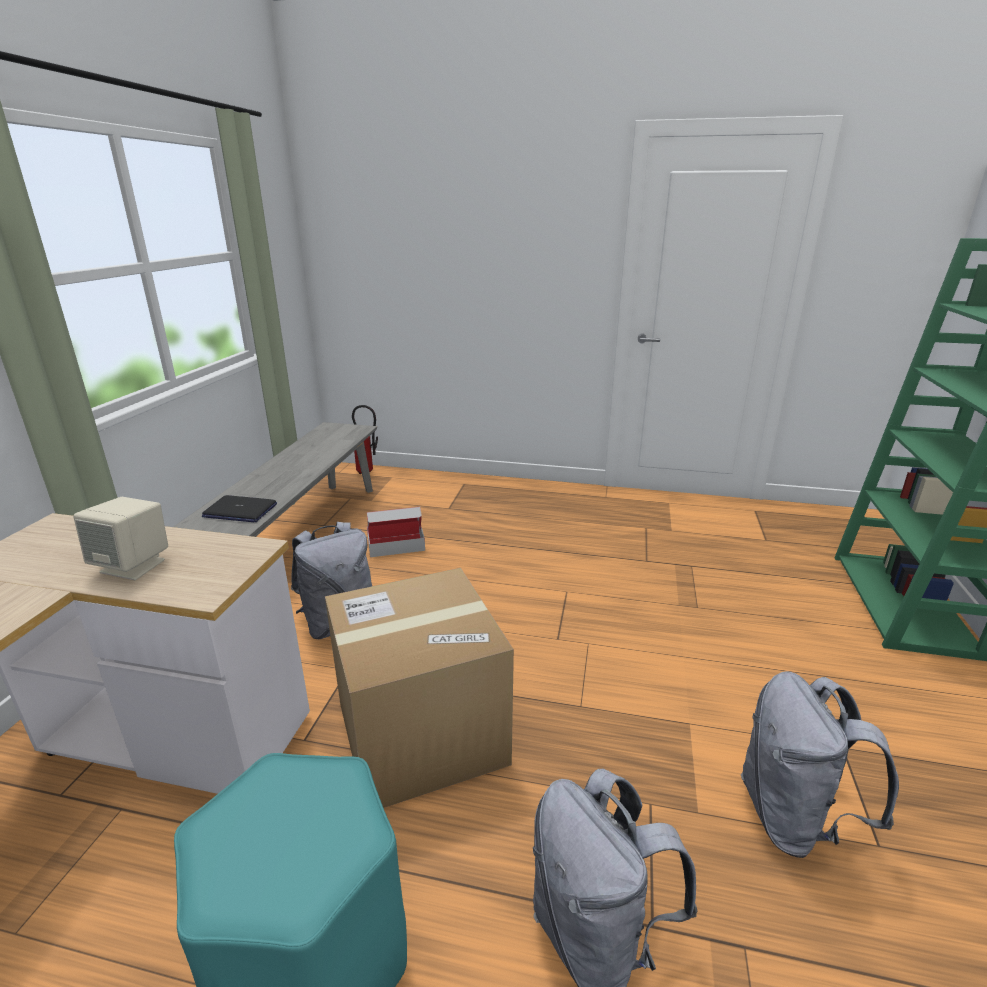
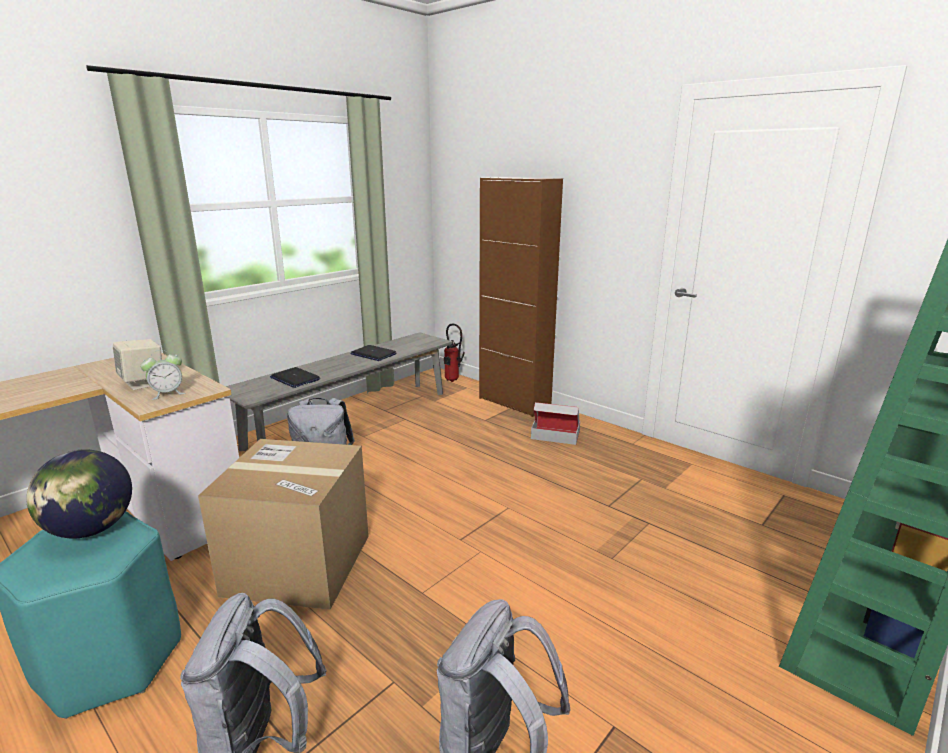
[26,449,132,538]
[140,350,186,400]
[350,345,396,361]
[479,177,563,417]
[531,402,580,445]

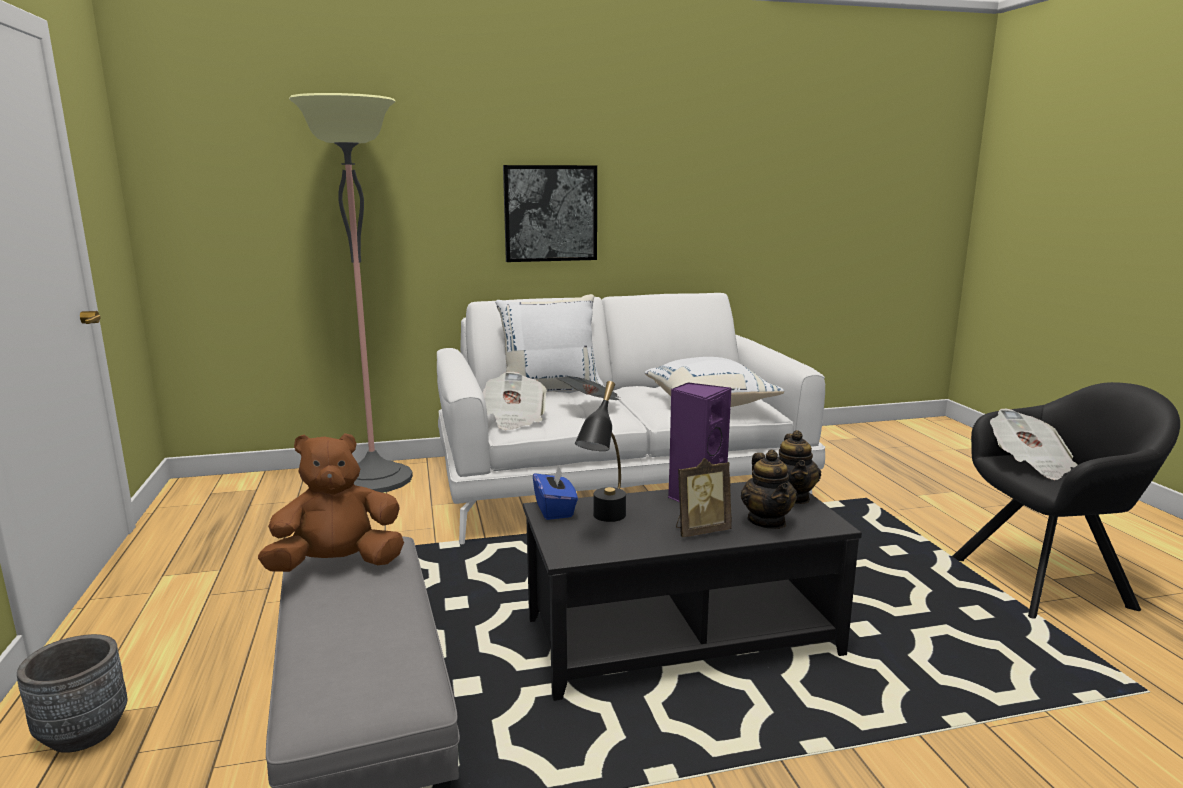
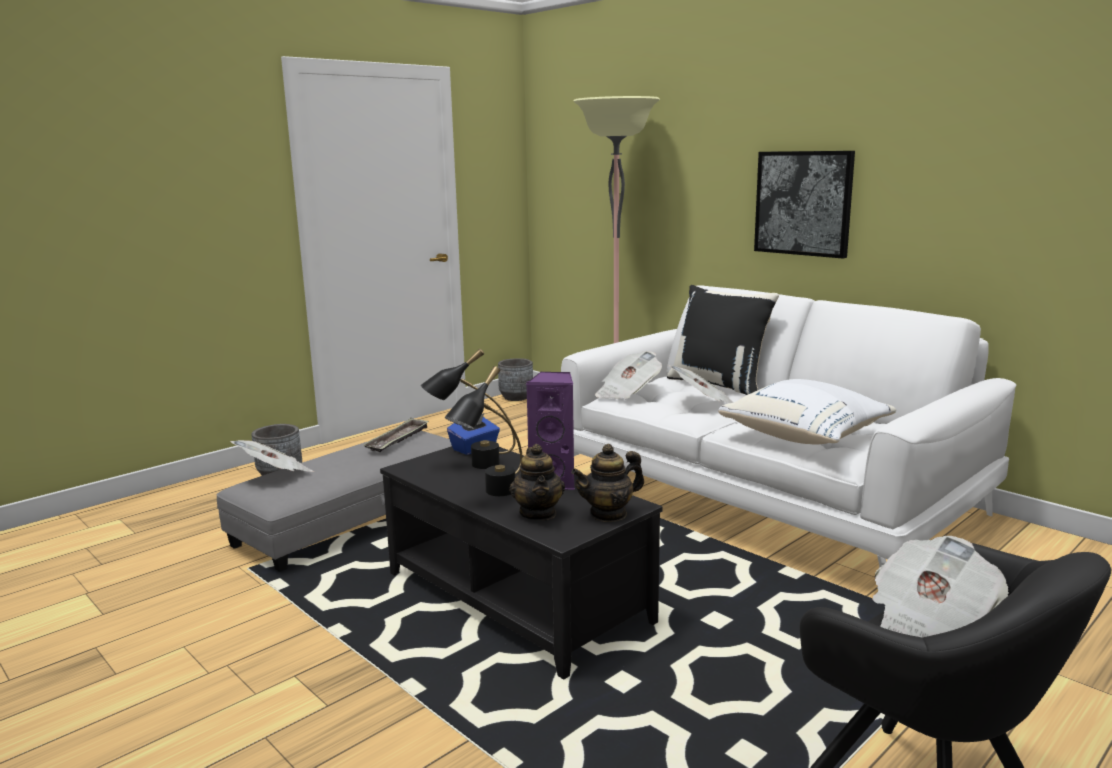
[230,440,314,472]
[498,358,533,401]
[363,418,429,452]
[445,366,523,496]
[667,285,779,395]
[509,444,565,521]

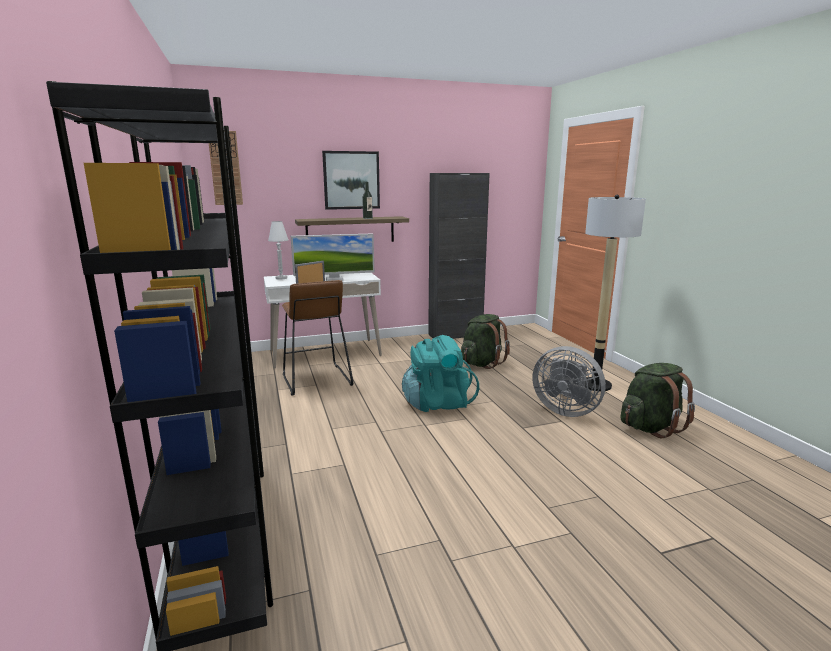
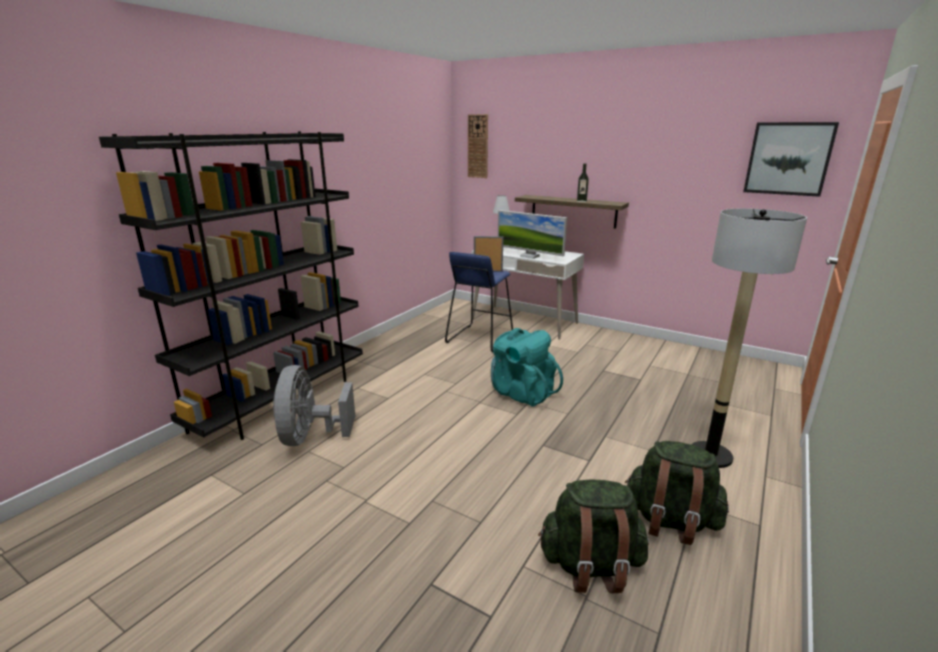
[428,173,490,339] (first image)
[743,122,839,197]
[538,479,649,593]
[273,365,355,446]
[445,252,513,352]

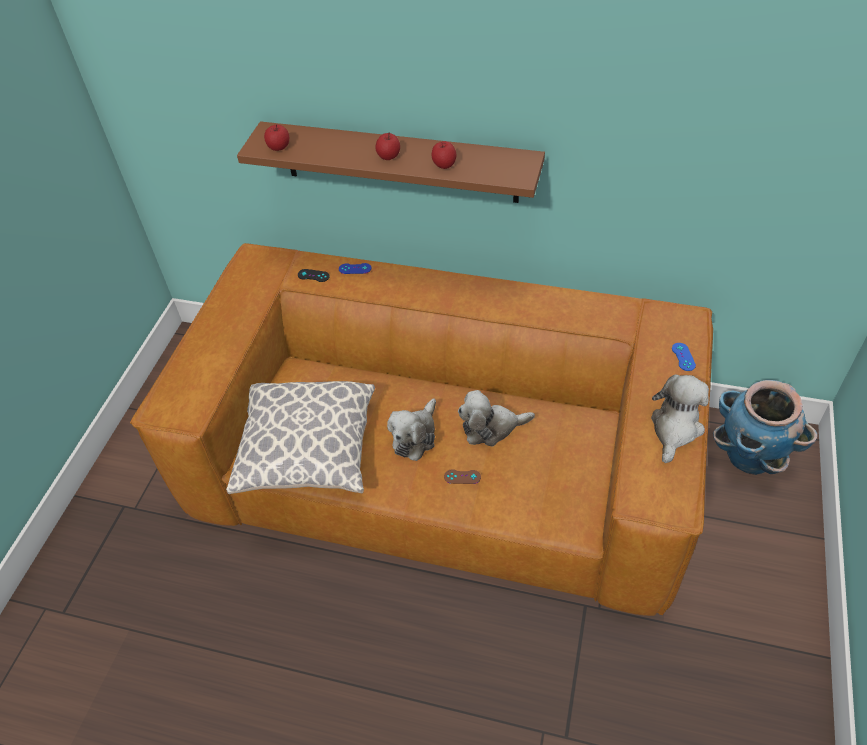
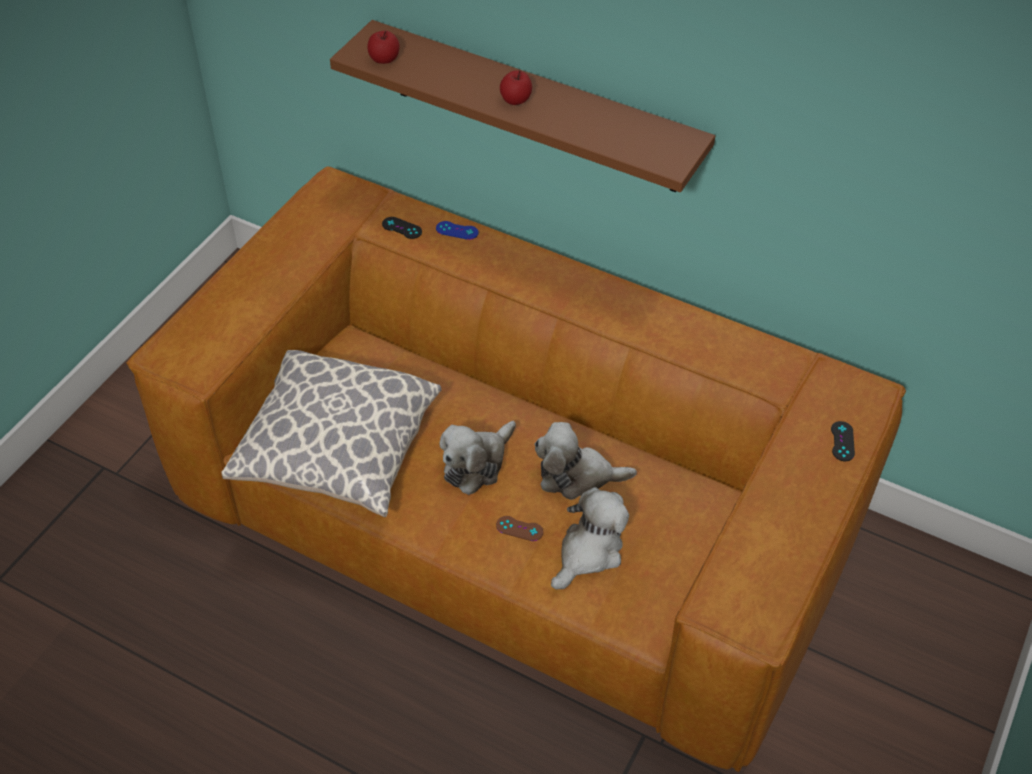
[432,141,456,169] (first image)
[713,380,817,475] (first image)
[551,487,629,589]
[831,421,855,461]

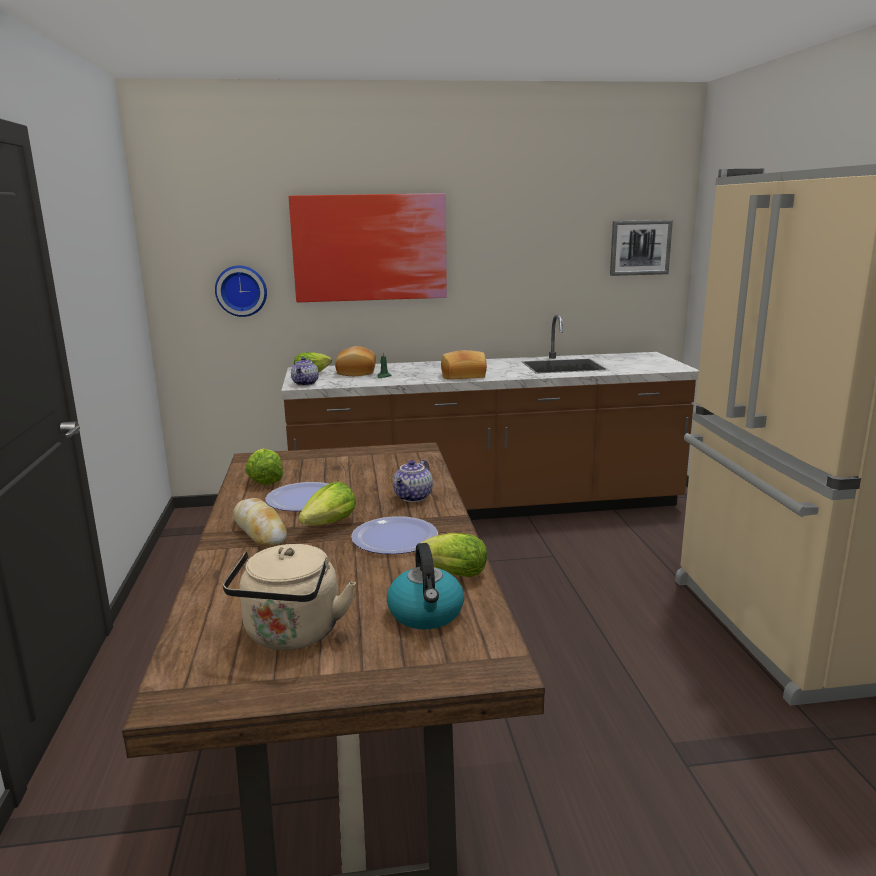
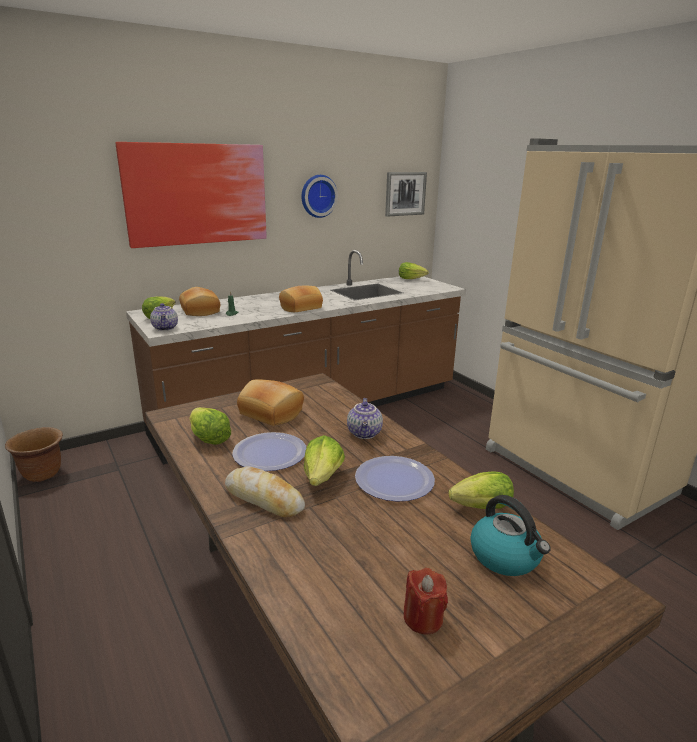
[5,427,63,482]
[237,379,304,426]
[399,262,429,279]
[301,175,338,218]
[404,568,448,635]

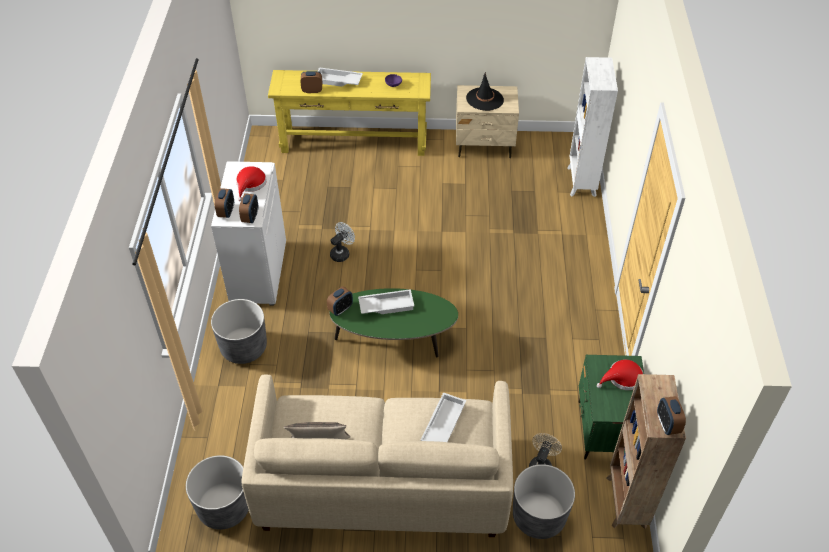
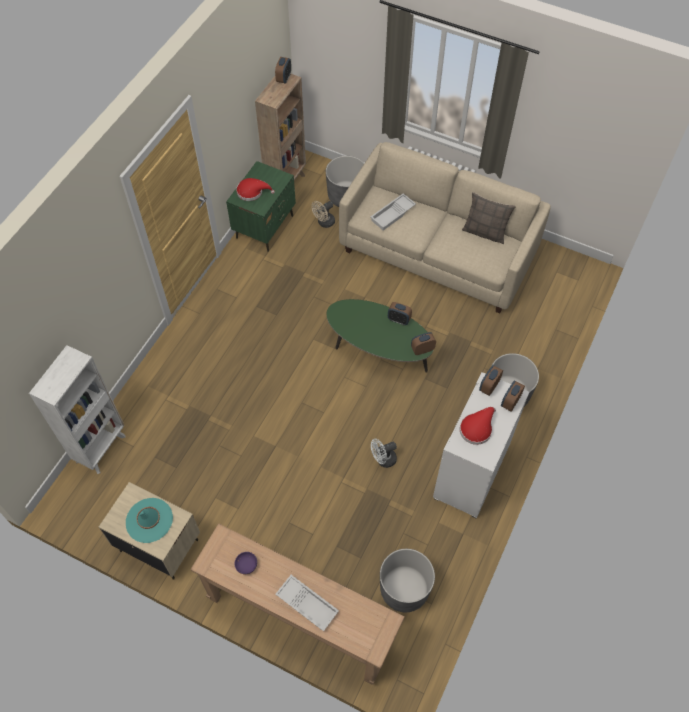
[358,289,414,314] (first image)
[380,549,435,612]
[388,302,412,325]
[191,523,405,684]
[126,498,173,543]

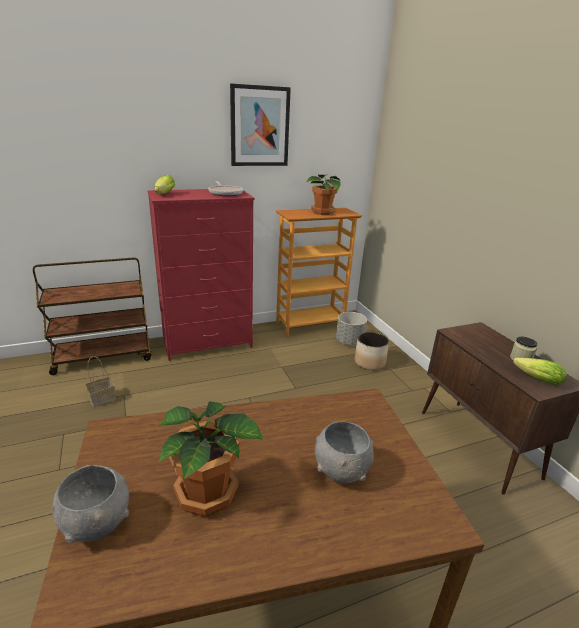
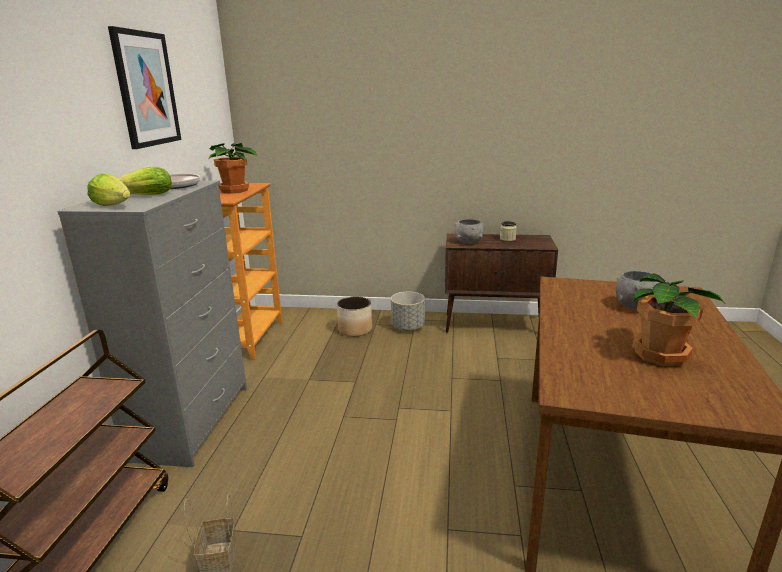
[454,219,483,244]
[391,292,425,330]
[117,167,172,195]
[57,180,247,467]

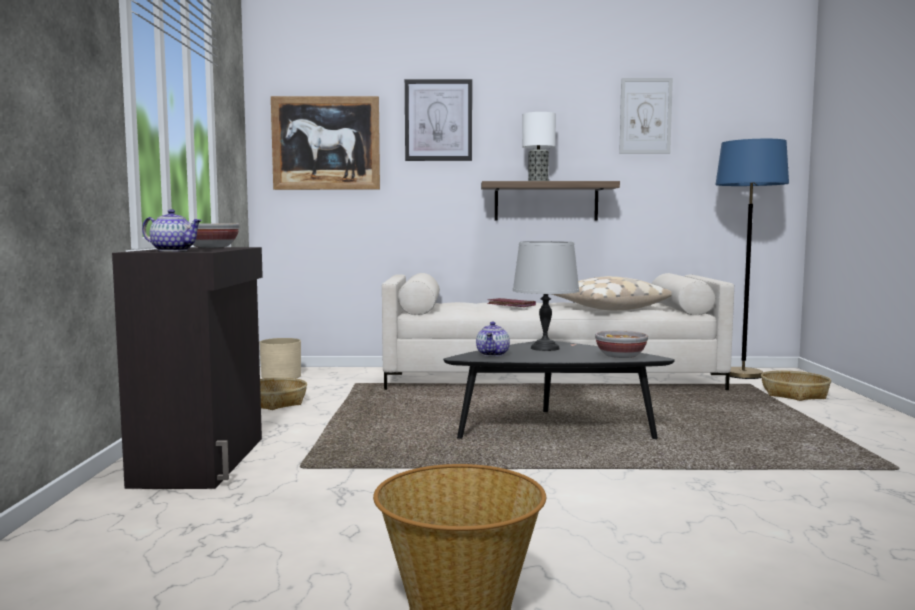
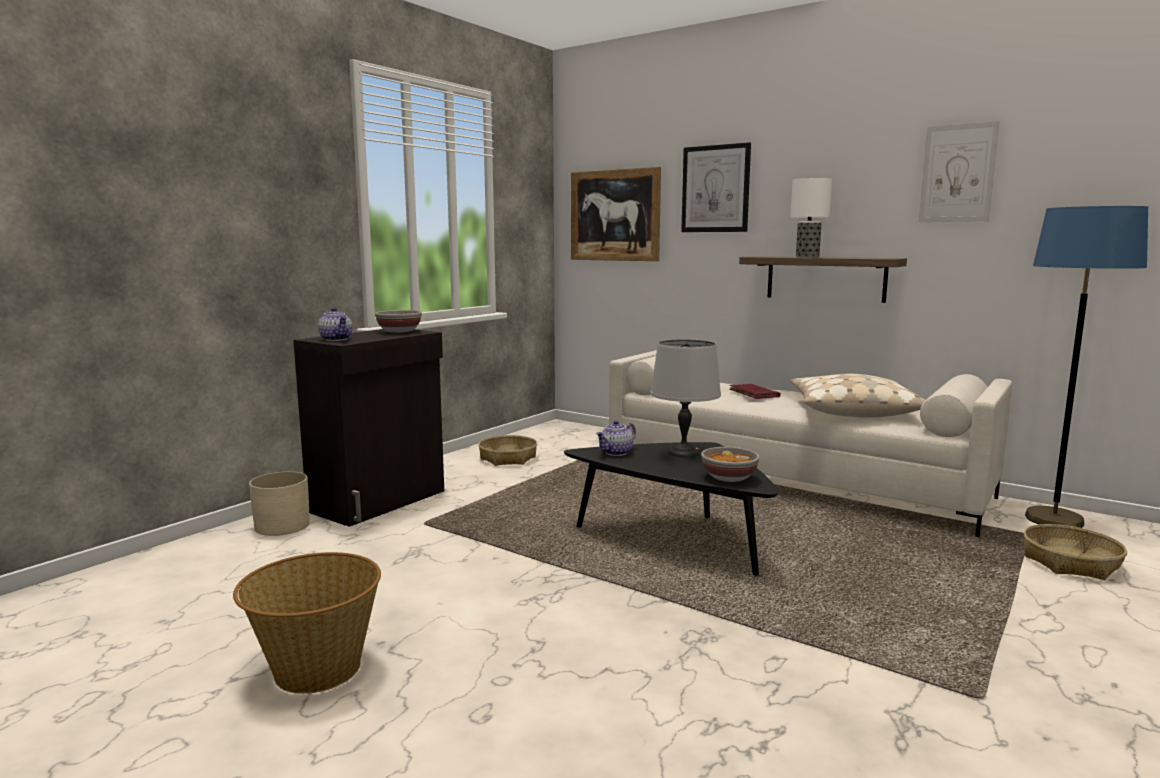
[249,471,310,536]

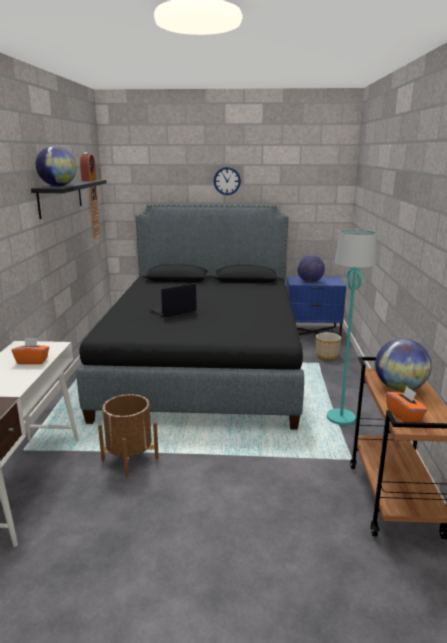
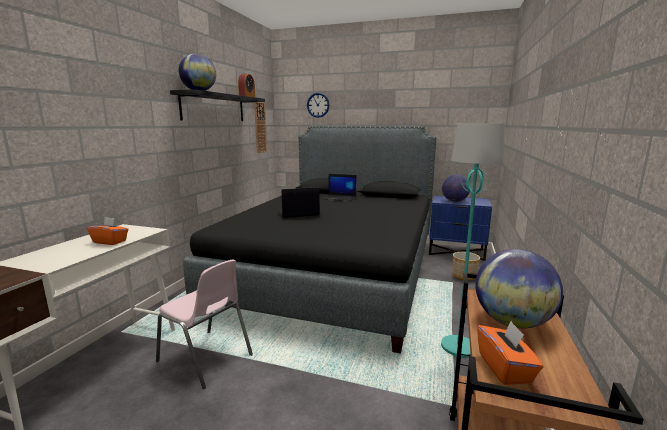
[321,174,357,202]
[307,93,329,118]
[156,259,253,389]

